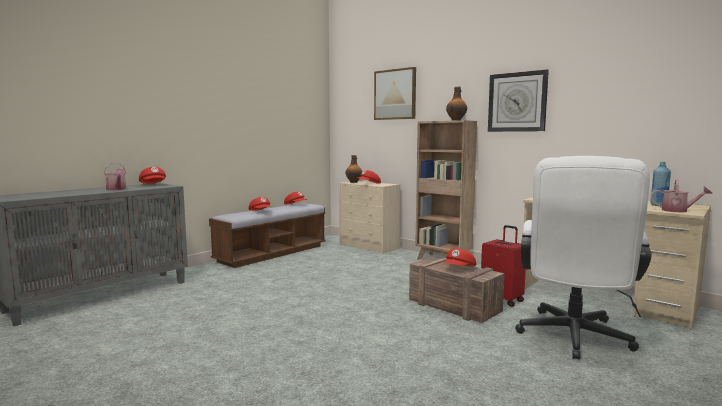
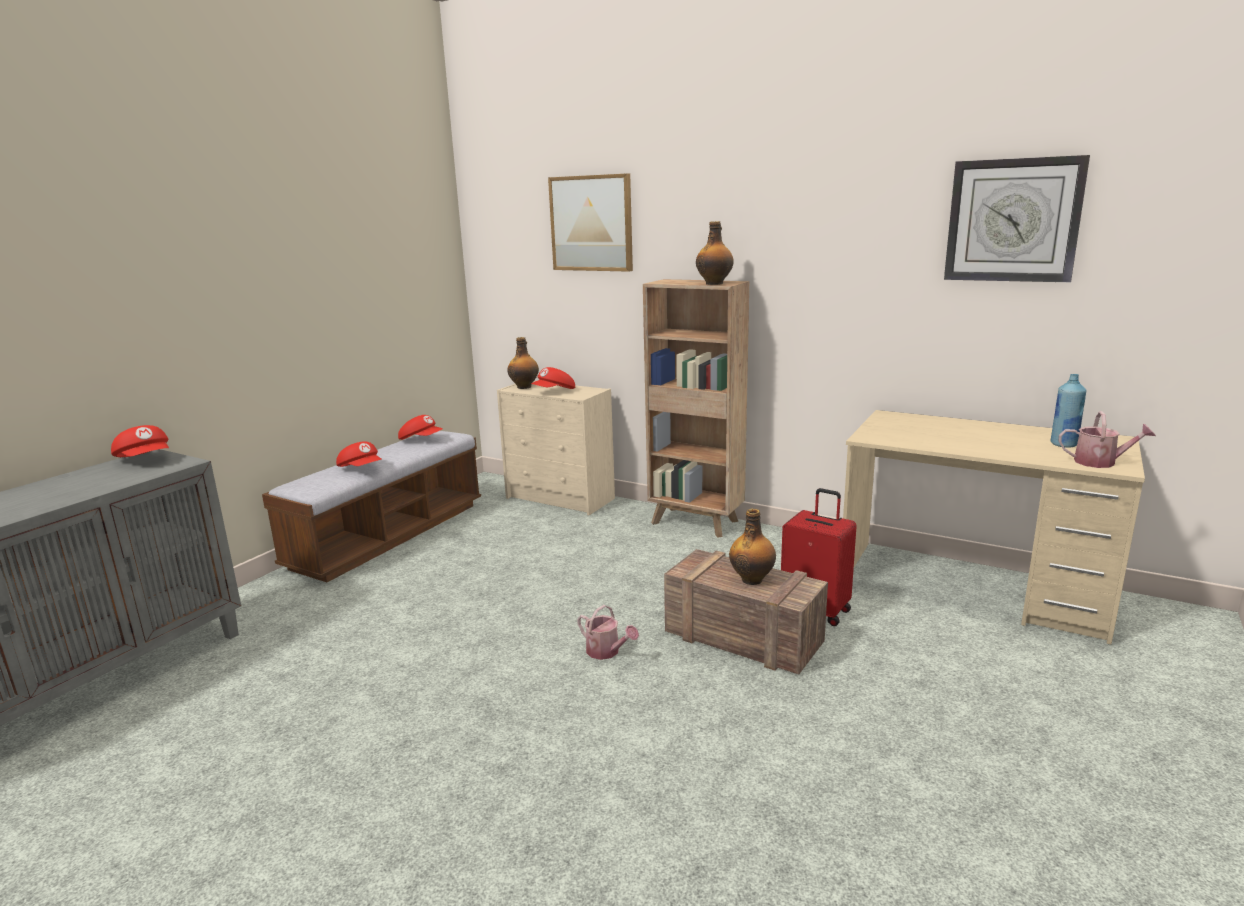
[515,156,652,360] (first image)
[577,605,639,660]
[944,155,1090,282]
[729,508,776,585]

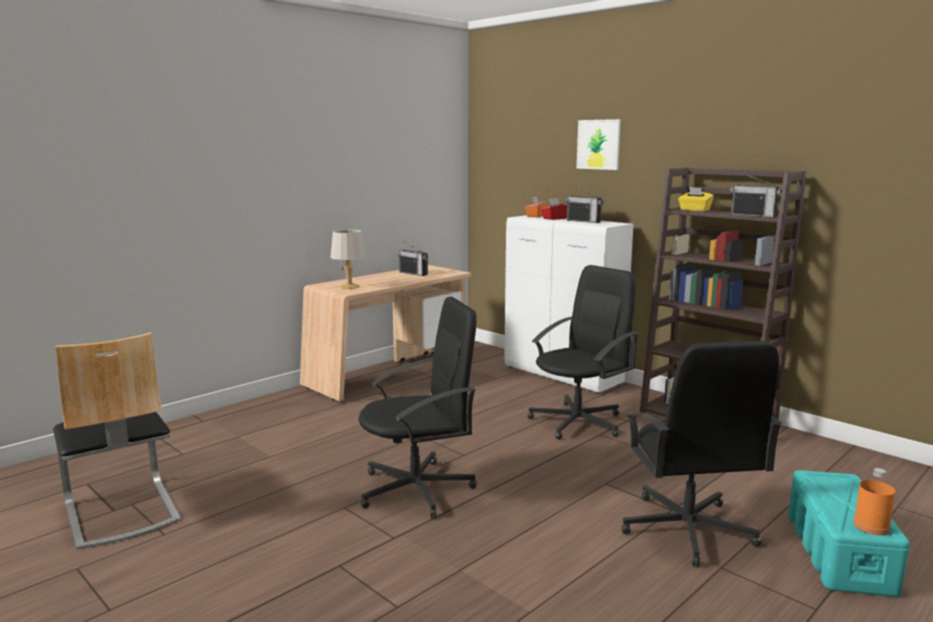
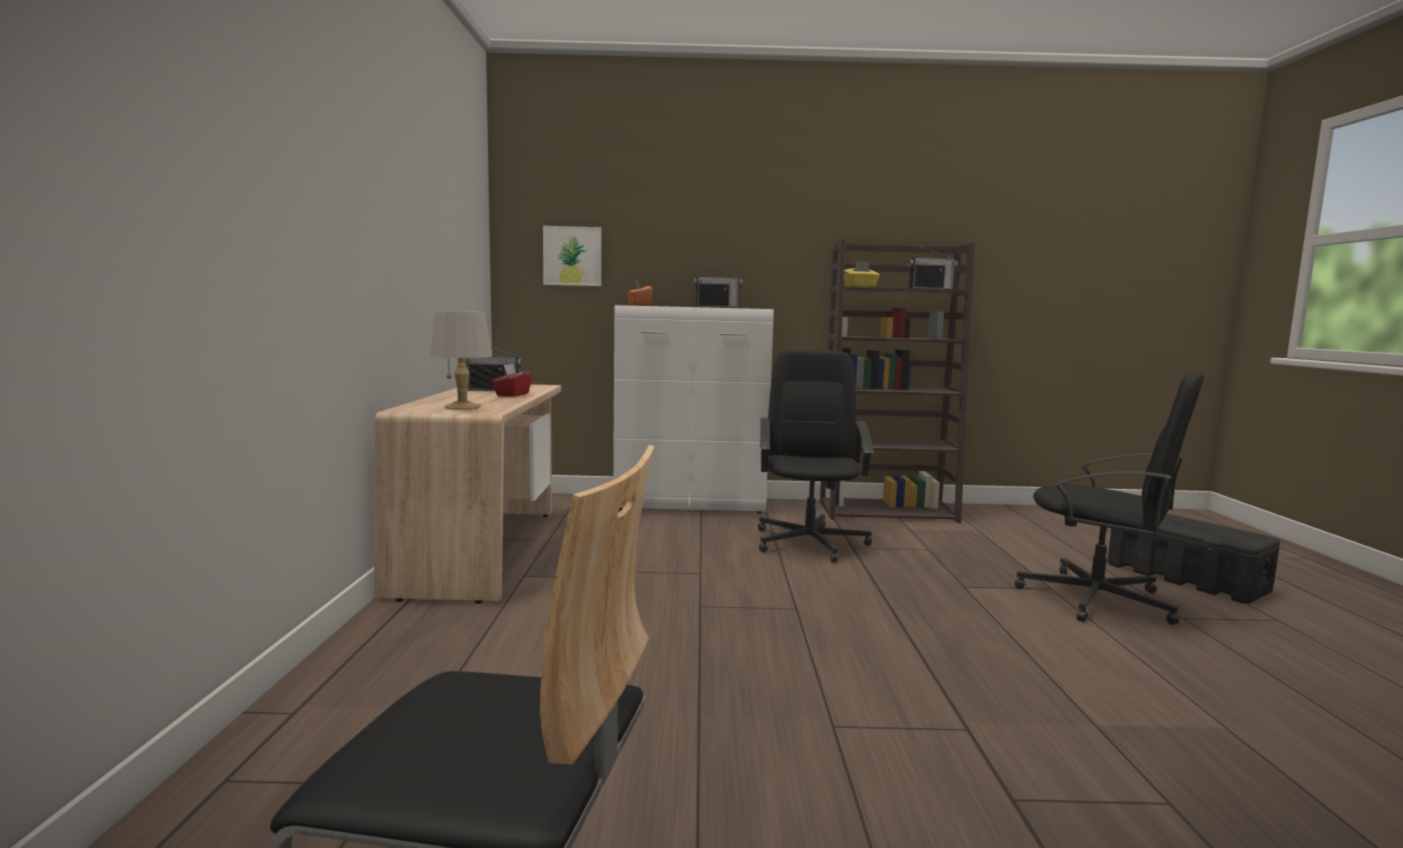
[358,297,477,518] (first image)
[853,468,896,536] (first image)
[492,364,532,397]
[543,226,601,286]
[1107,514,1280,604]

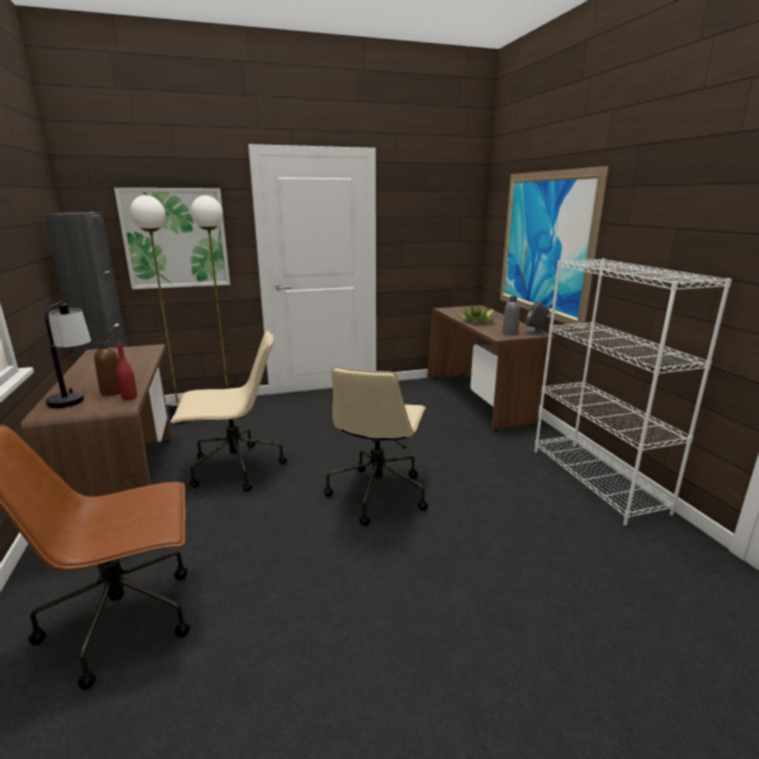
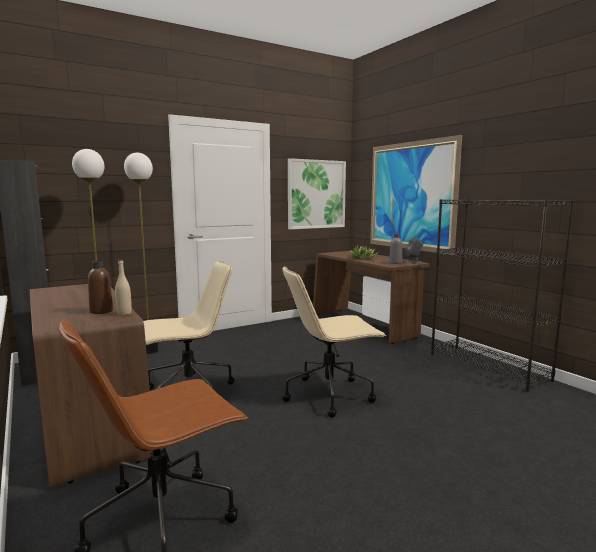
[44,301,91,408] (first image)
[288,158,346,229]
[115,259,132,315]
[431,199,574,392]
[282,266,386,418]

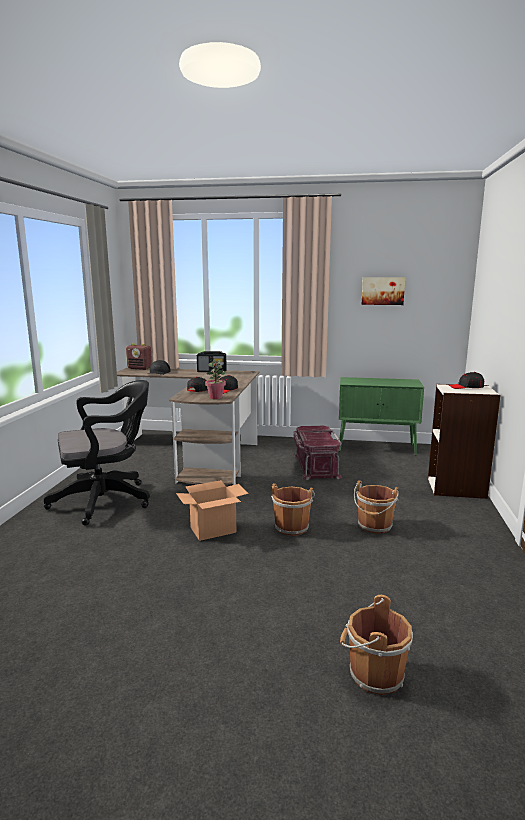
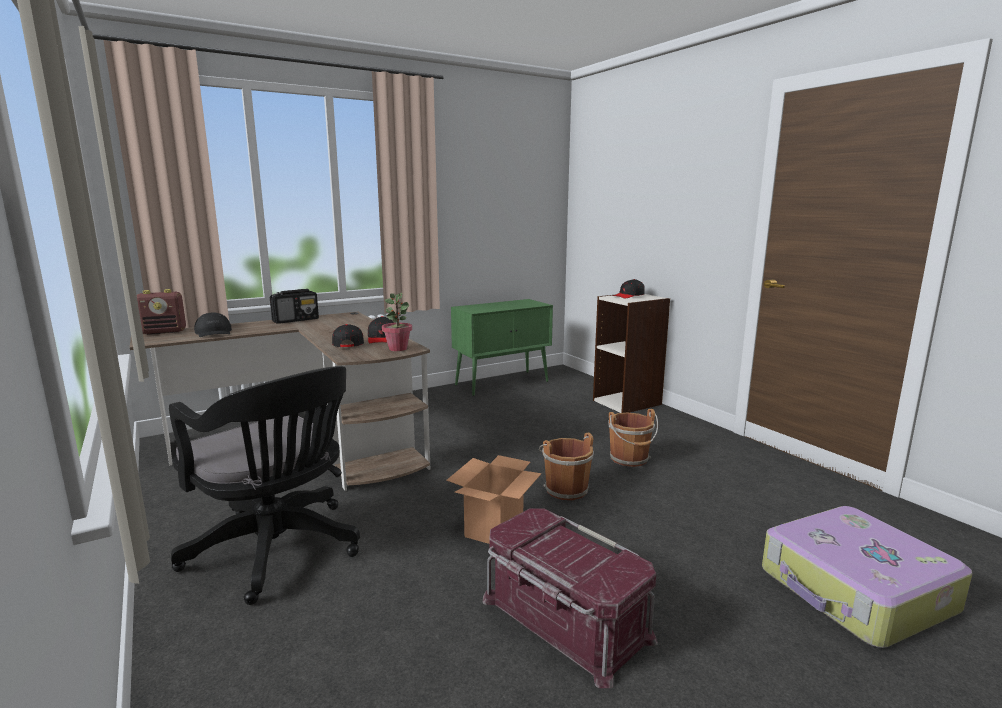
[361,277,405,305] (first image)
[483,508,658,688]
[762,506,973,648]
[169,366,360,605]

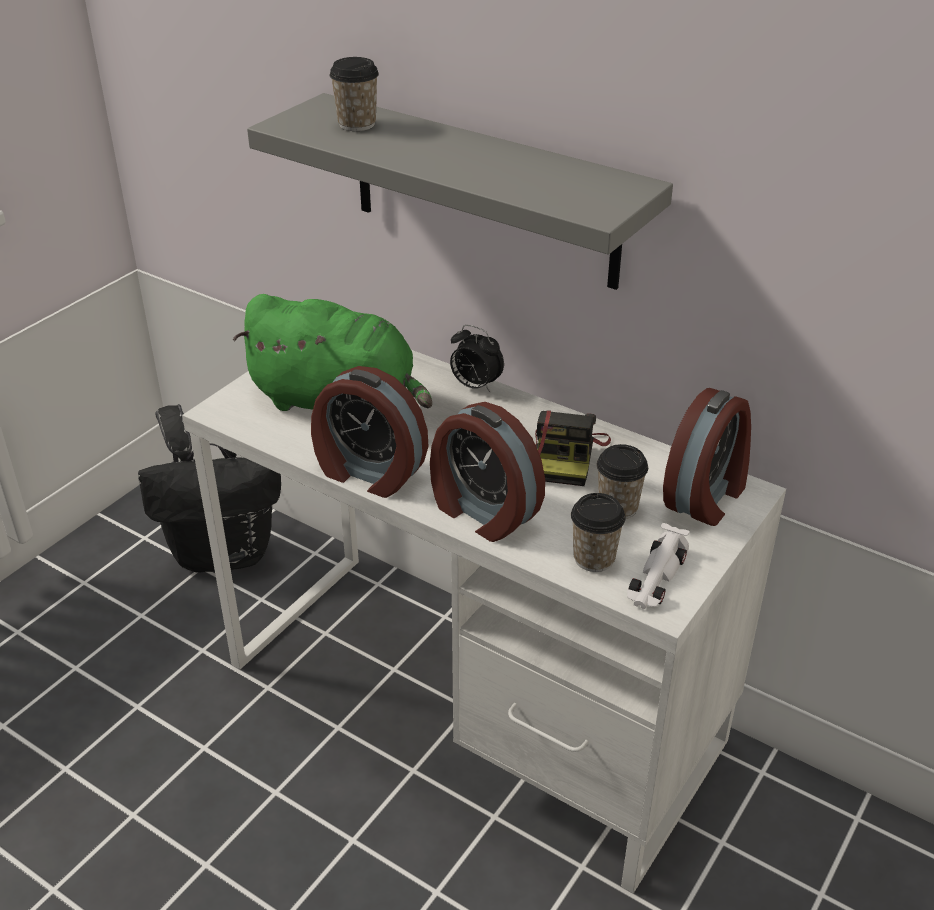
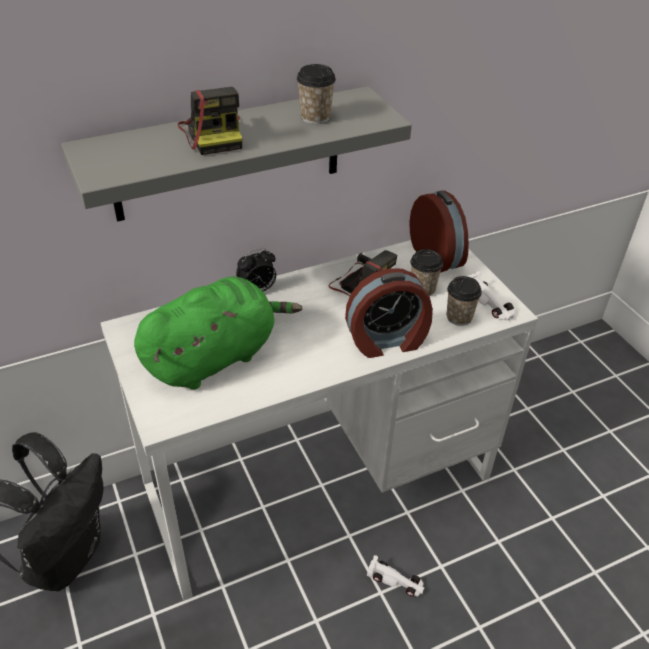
[311,366,428,498] (first image)
[178,87,242,155]
[367,555,425,597]
[296,64,336,124]

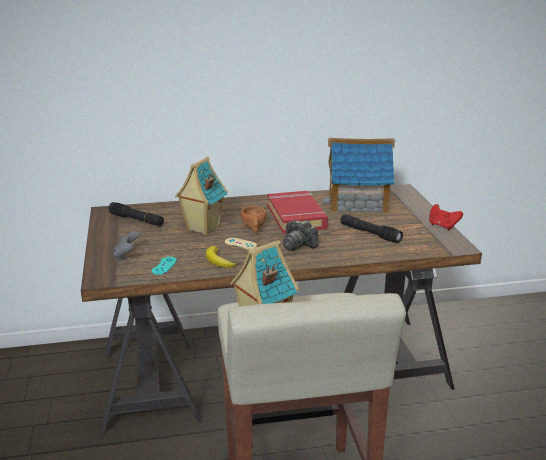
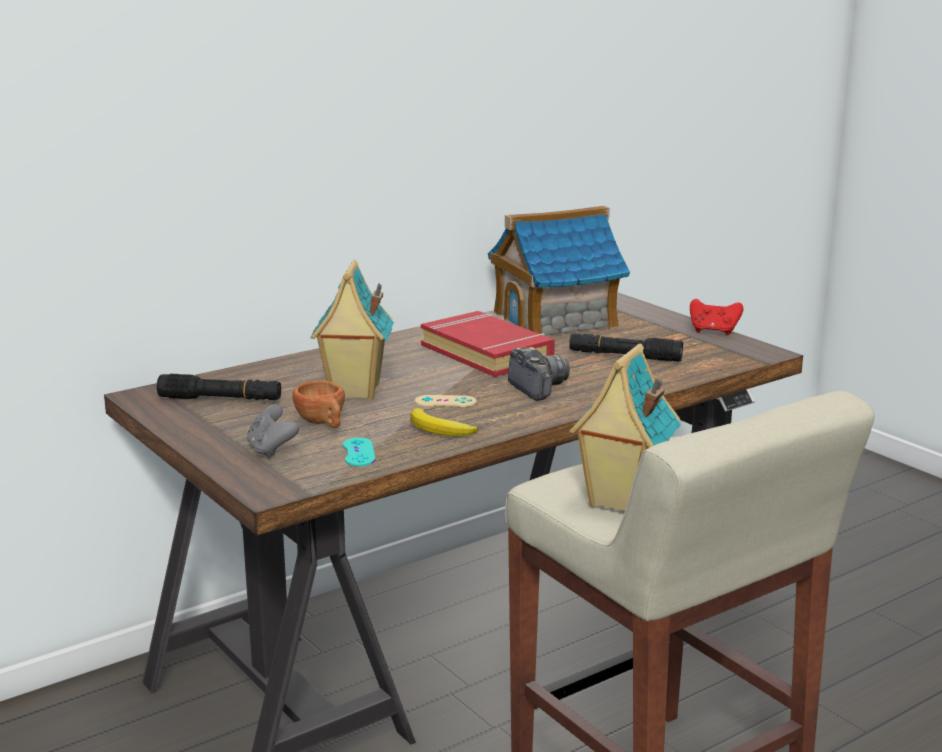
[292,380,345,428]
[508,347,570,401]

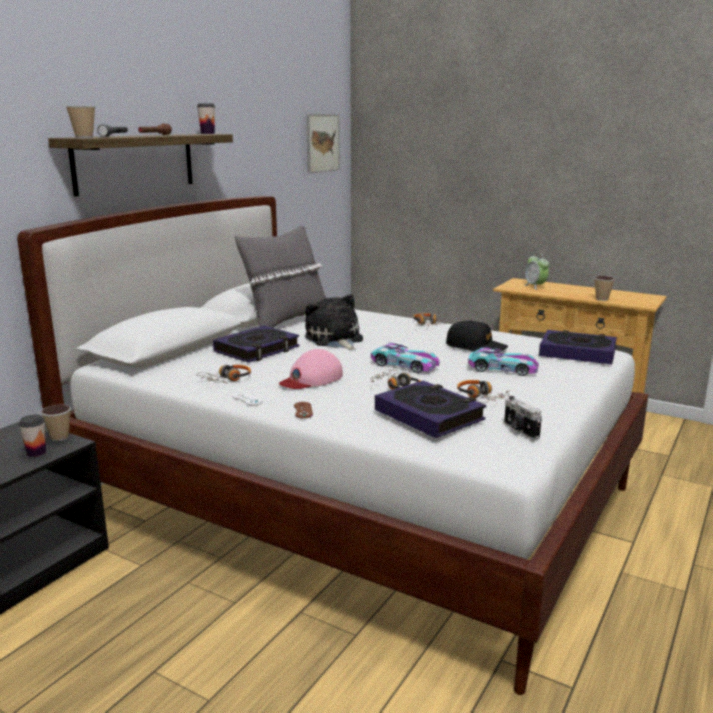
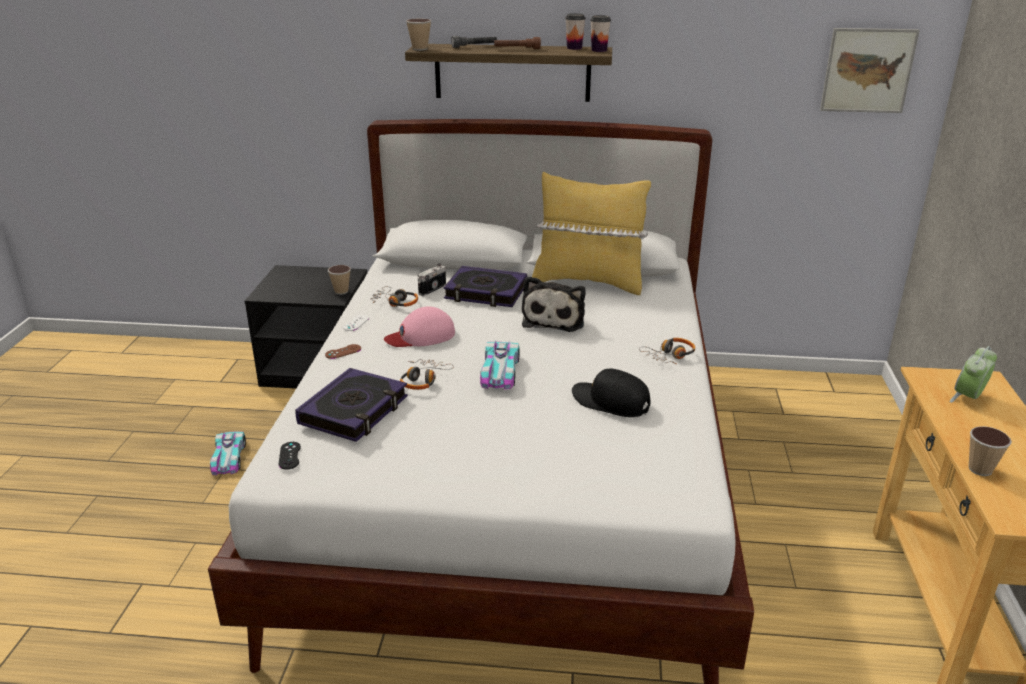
[457,380,510,403] (first image)
[539,330,617,364] (first image)
[279,442,301,470]
[565,13,586,50]
[210,431,246,476]
[418,263,446,296]
[532,172,651,295]
[384,307,455,347]
[522,276,586,332]
[572,369,651,417]

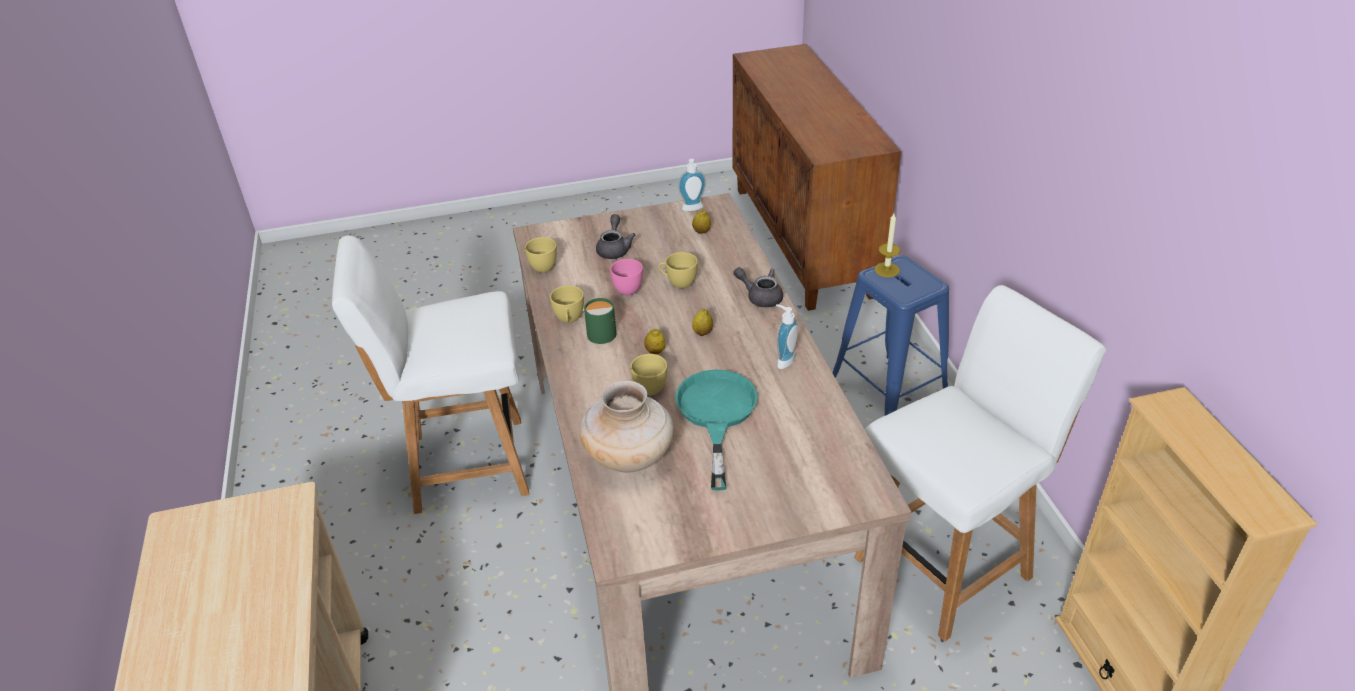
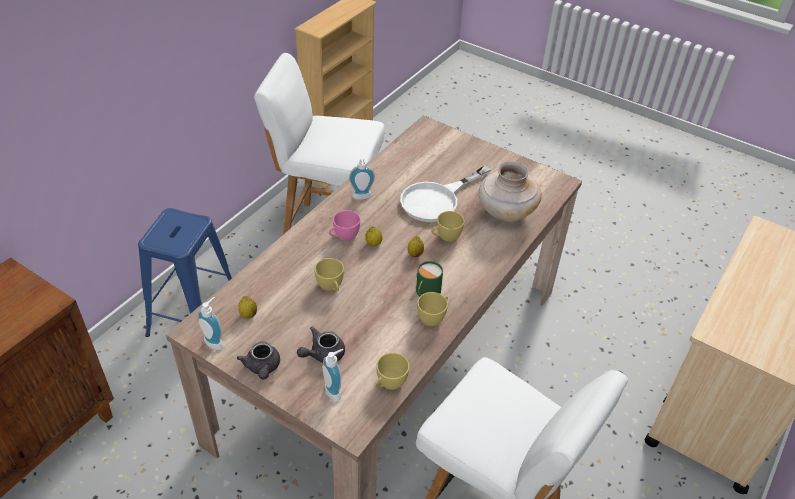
[874,213,901,277] (first image)
[322,349,343,402]
[329,210,360,241]
[237,342,280,379]
[400,165,491,222]

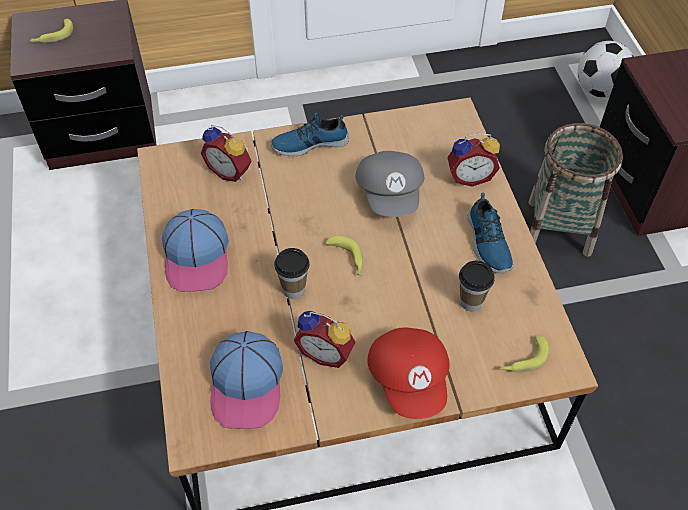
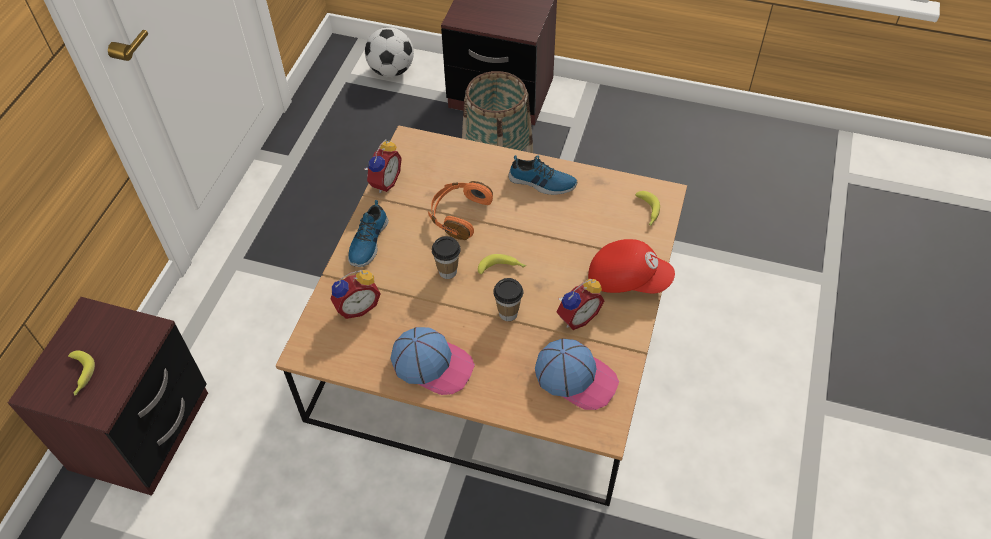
[364,139,402,193]
[432,236,461,279]
[428,181,493,240]

